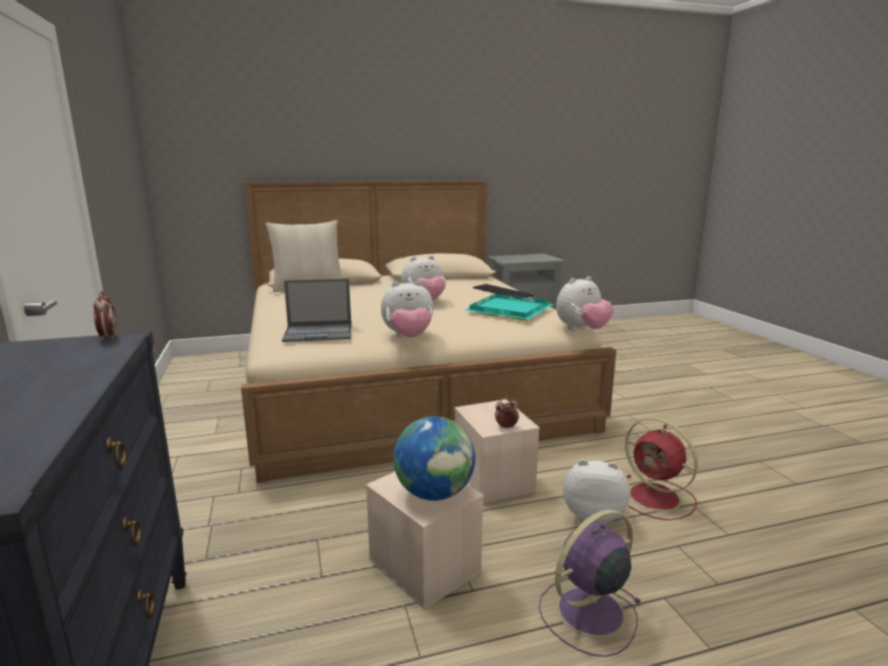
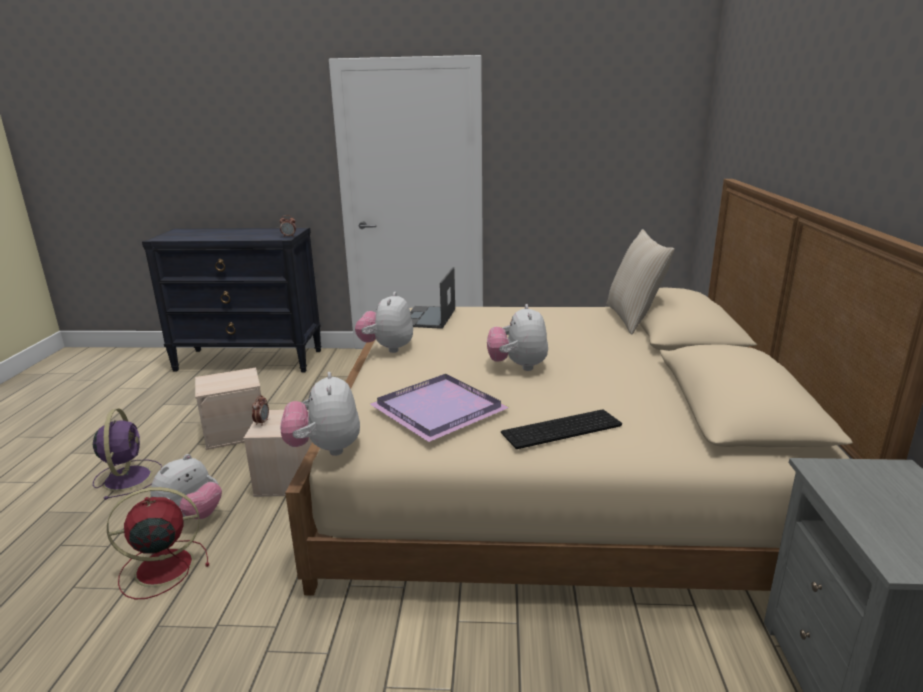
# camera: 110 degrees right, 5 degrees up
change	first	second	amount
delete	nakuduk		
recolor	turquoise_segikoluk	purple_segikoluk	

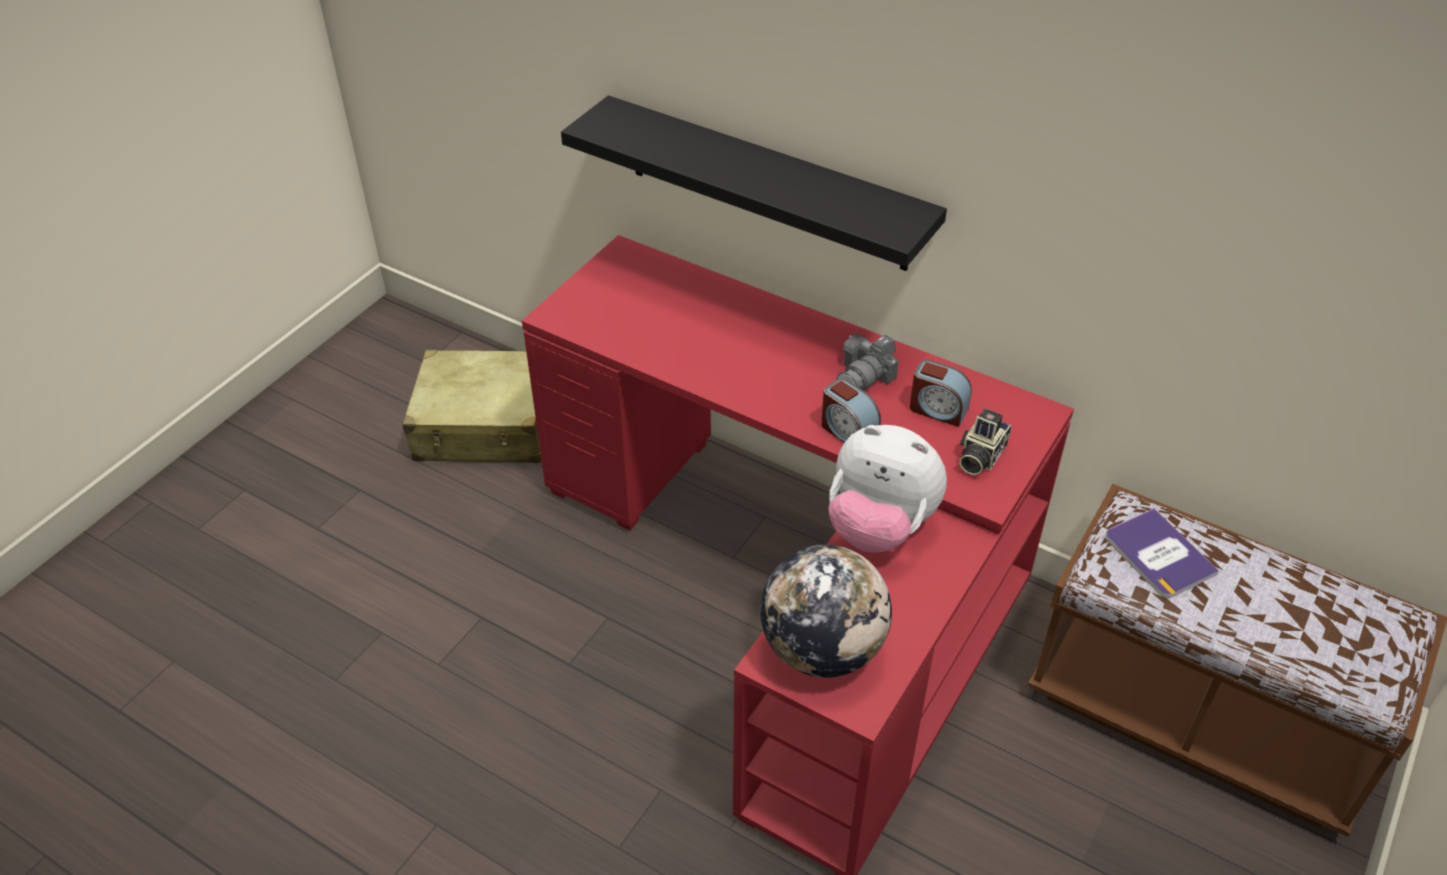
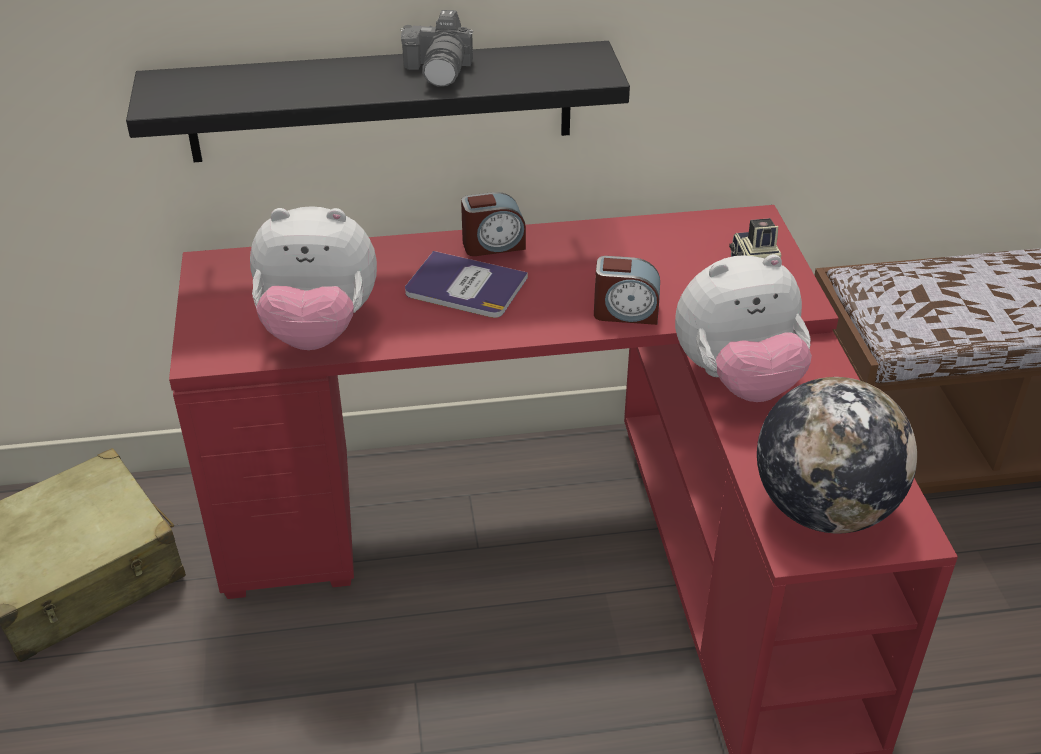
# camera: 40 degrees left, 5 degrees down
change	first	second	amount
move	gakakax (1st from left)		
move	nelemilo (2nd from left in the first image)	nelemilo (1st from left)	
move	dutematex		
insert		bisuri (1st from left)	

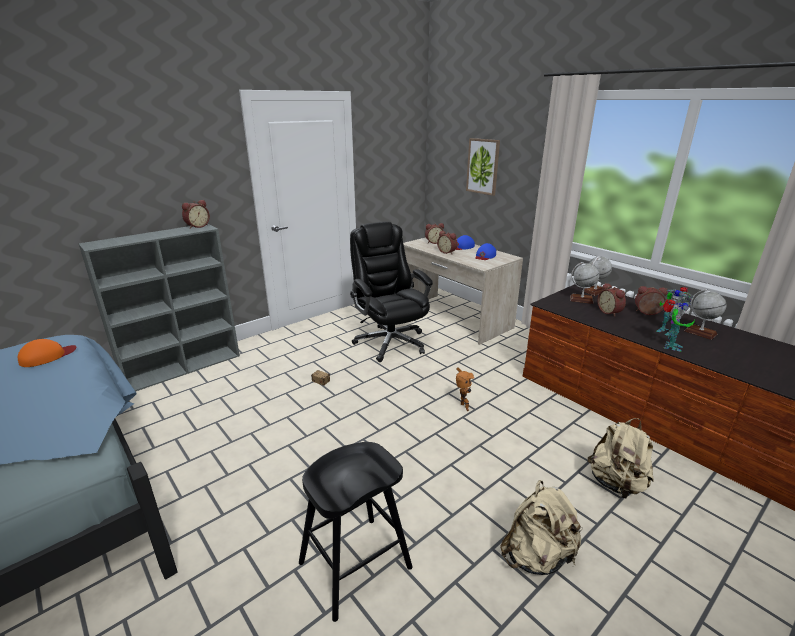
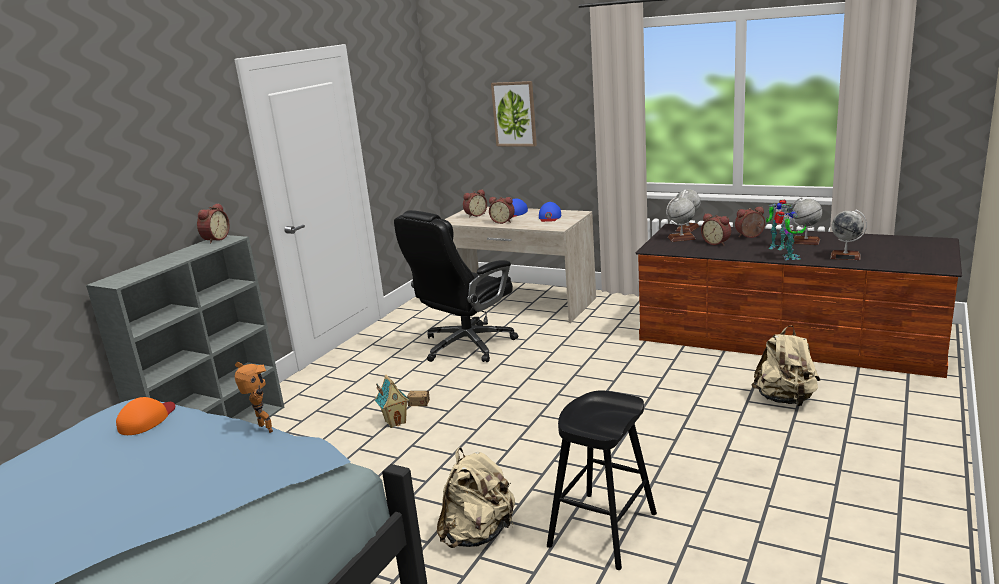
# camera: 20 degrees left, 5 degrees down
change	first	second	amount
rotate	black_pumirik		90 degrees counterclockwise
move	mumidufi (1st from left)		
move	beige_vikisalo (1st from left)		
insert		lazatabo	
insert		nakuduk (4th from left)	

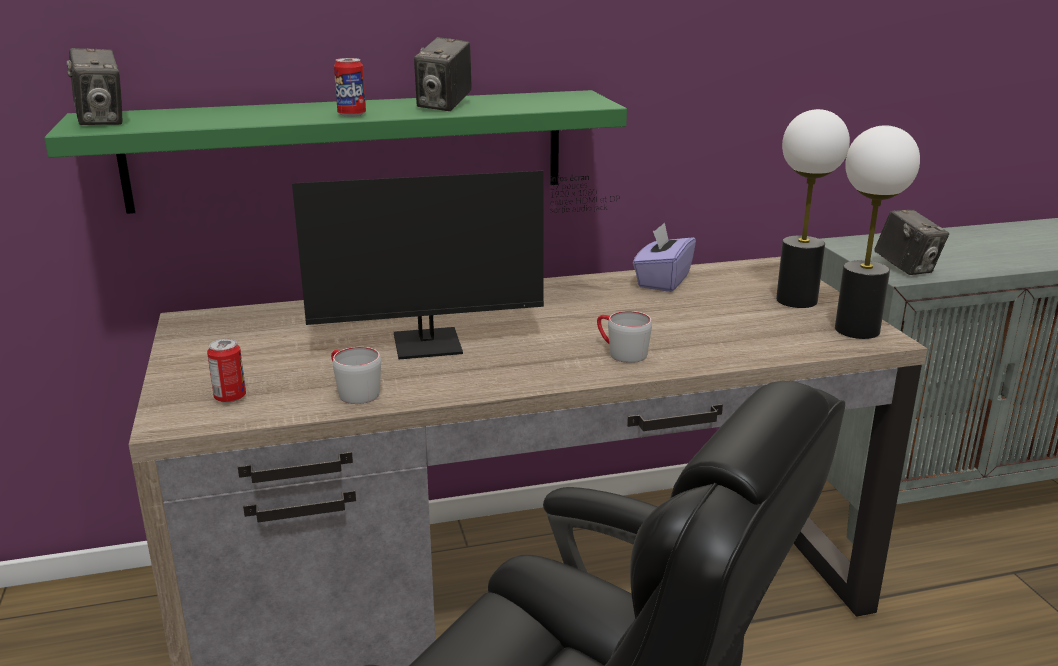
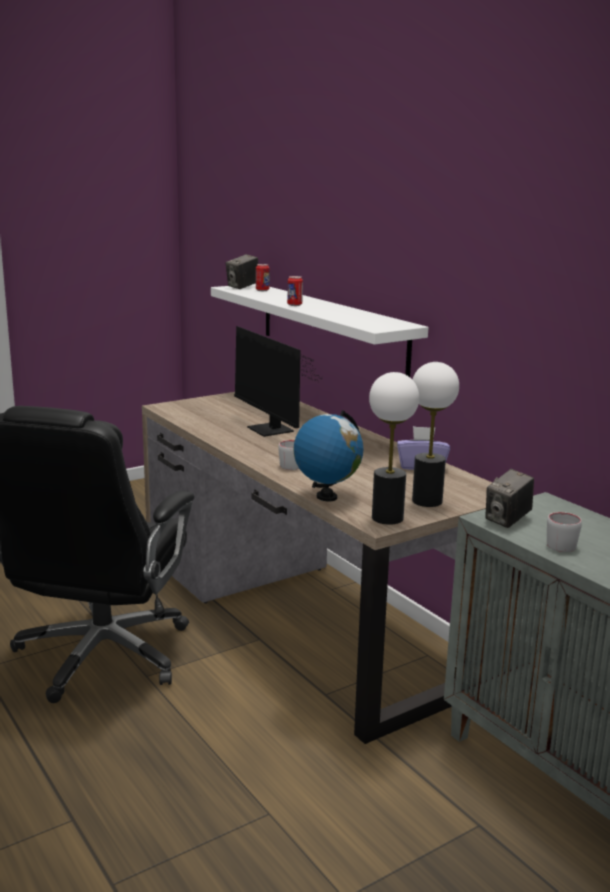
# camera: 70 degrees right, 5 degrees down
change	first	second	amount
recolor	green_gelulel	white_gelulel	
move	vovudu (1st from left)		
move	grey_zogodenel (1st from left in the first image)	grey_zogodenel (2nd from left)	
delete	gakakax (2nd from left)		
insert		nakuduk	

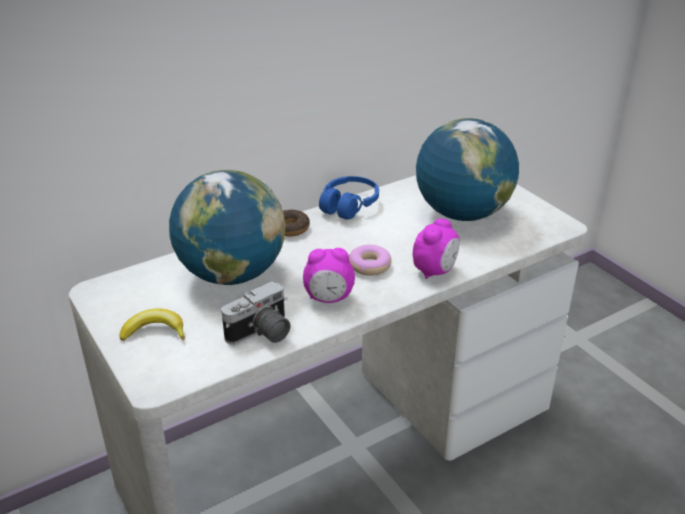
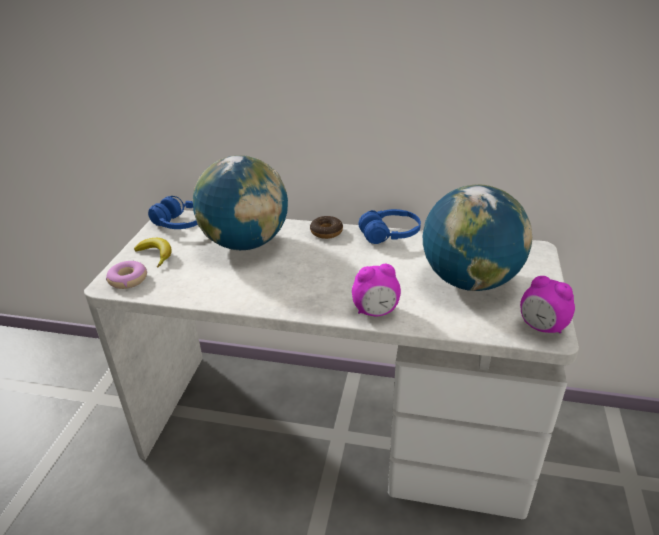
# camera: 45 degrees right, 0 degrees up
change	first	second	amount
delete	gakakax		
move	nelemilo (1st from left in the first image)	nelemilo (2nd from left)	
move	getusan (2nd from left in the first image)	getusan (1st from left)	
insert		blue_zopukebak (1st from left)	

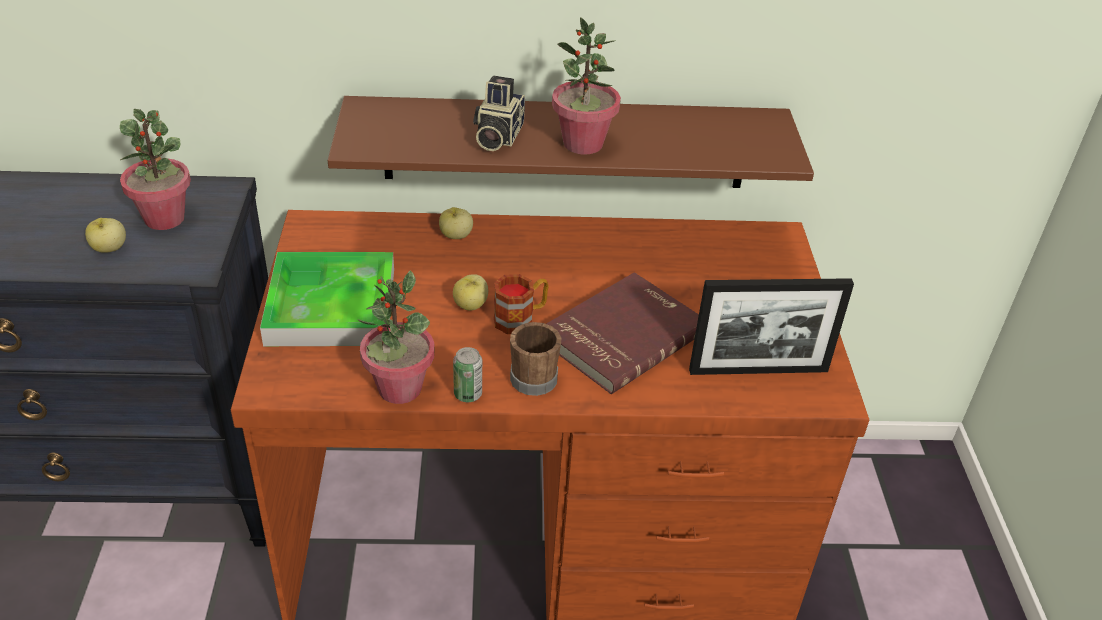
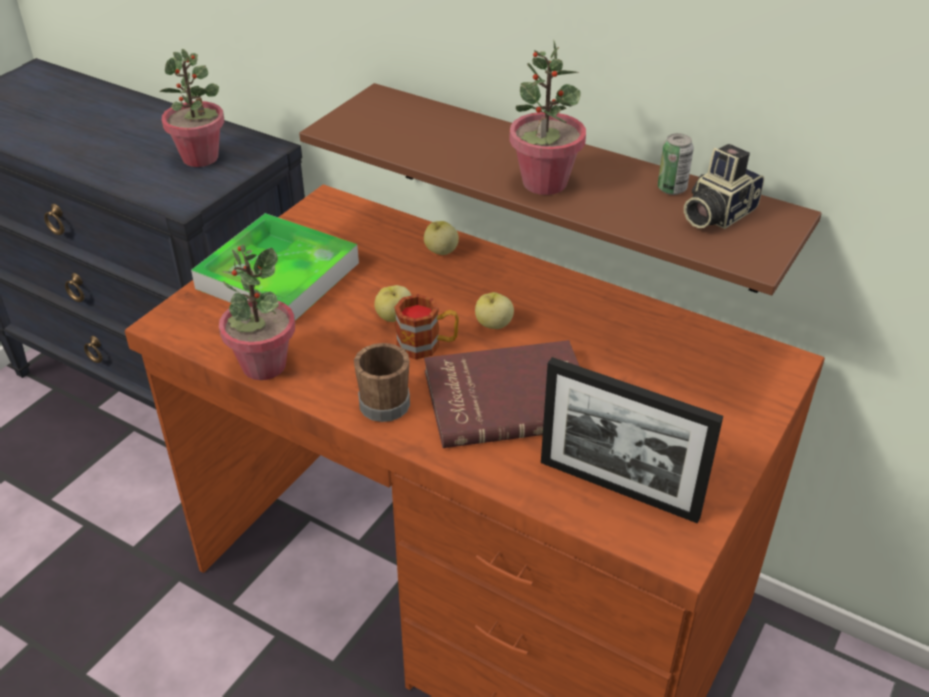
# camera: 35 degrees right, 0 degrees up
change	first	second	amount
move	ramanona (1st from left in the first image)	ramanona (3rd from left)	
move	vovudu		
move	gakakax		

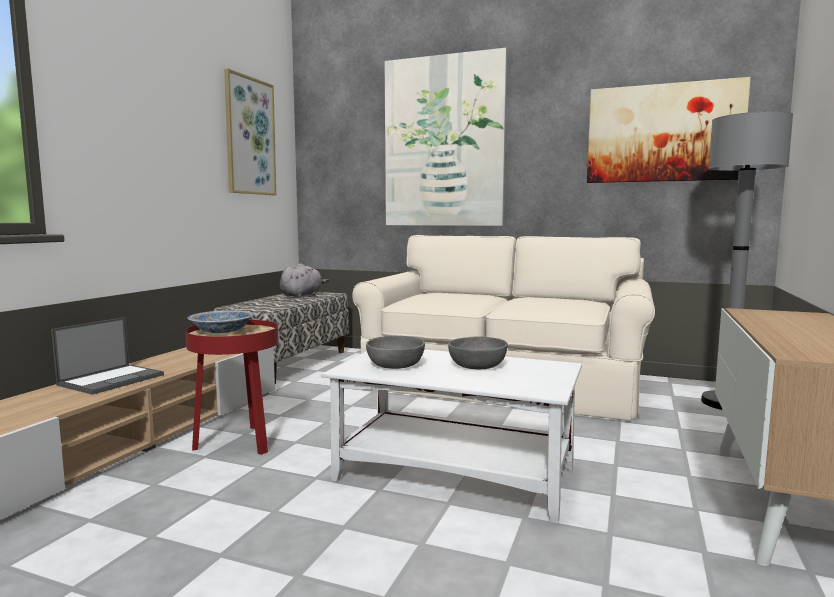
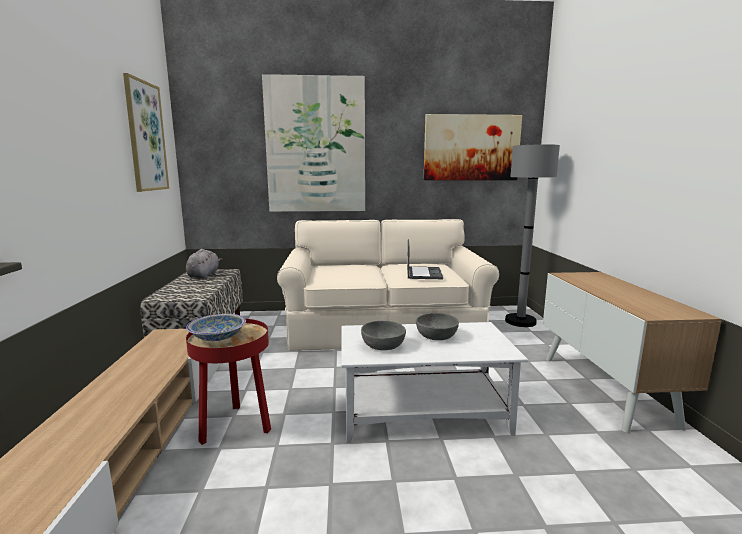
# camera: 25 degrees left, 5 degrees up
change	first	second	amount
move	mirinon		

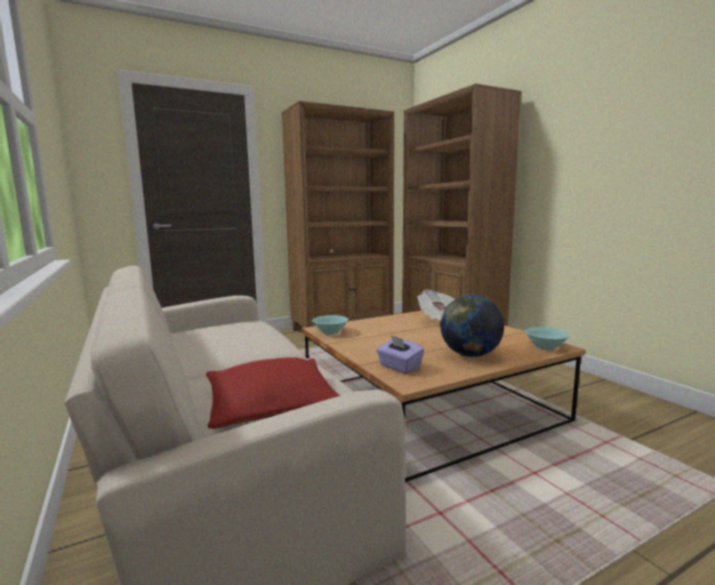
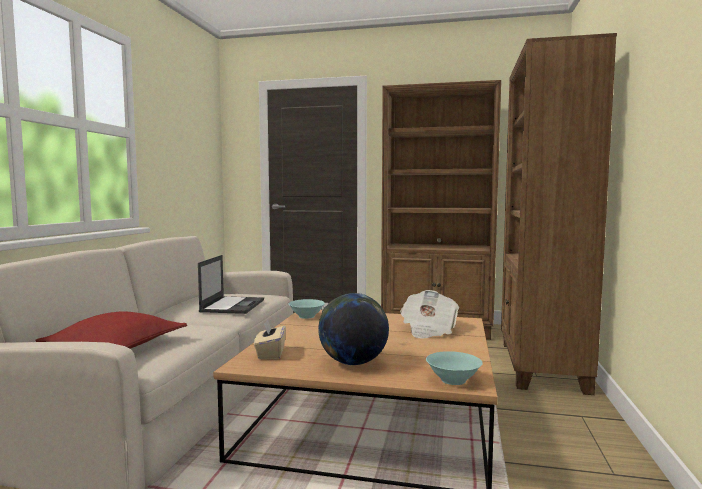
# camera: 40 degrees right, 5 degrees down
change	first	second	amount
recolor	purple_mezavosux	beige_mezavosux	
insert		mirinon	

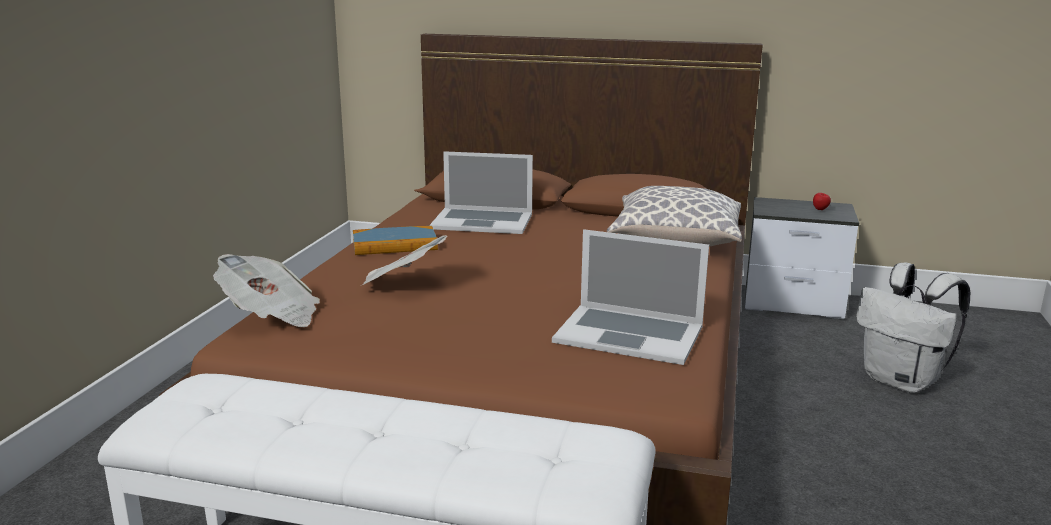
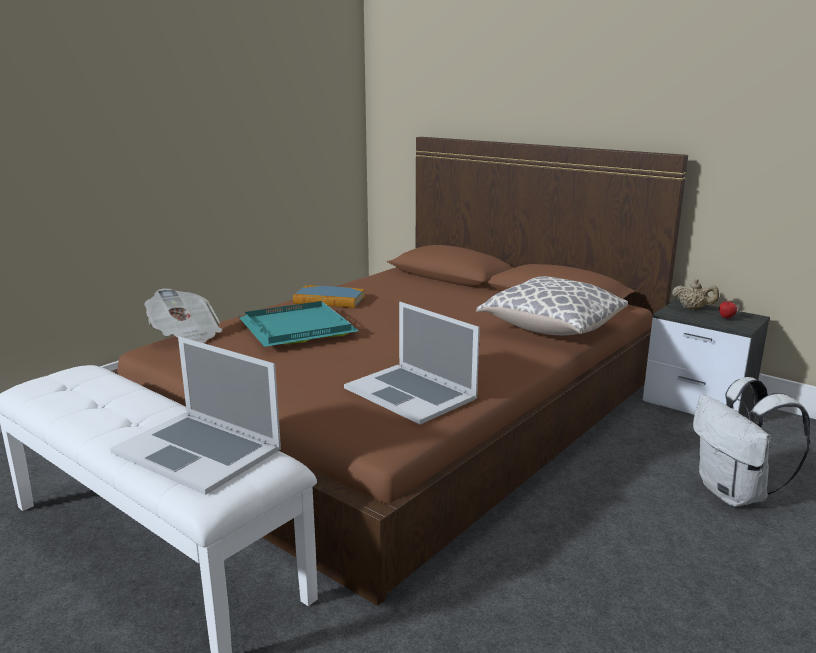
# camera: 25 degrees right, 0 degrees up
change	first	second	amount
replace	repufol (2nd from left)	turquoise_segikoluk	
move	mirinon (1st from left)		
insert		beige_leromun	

